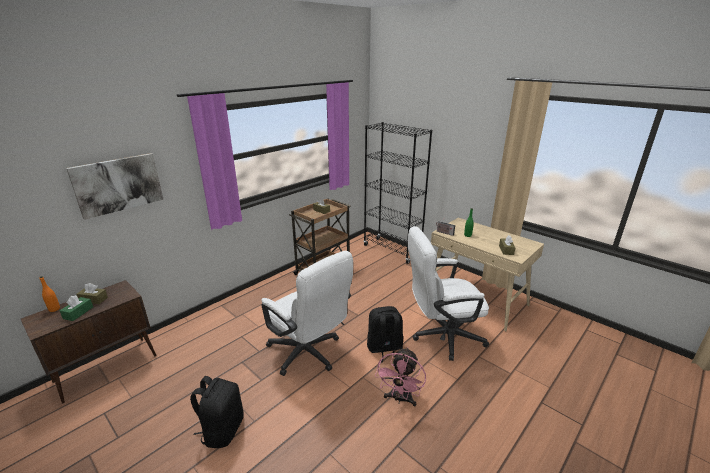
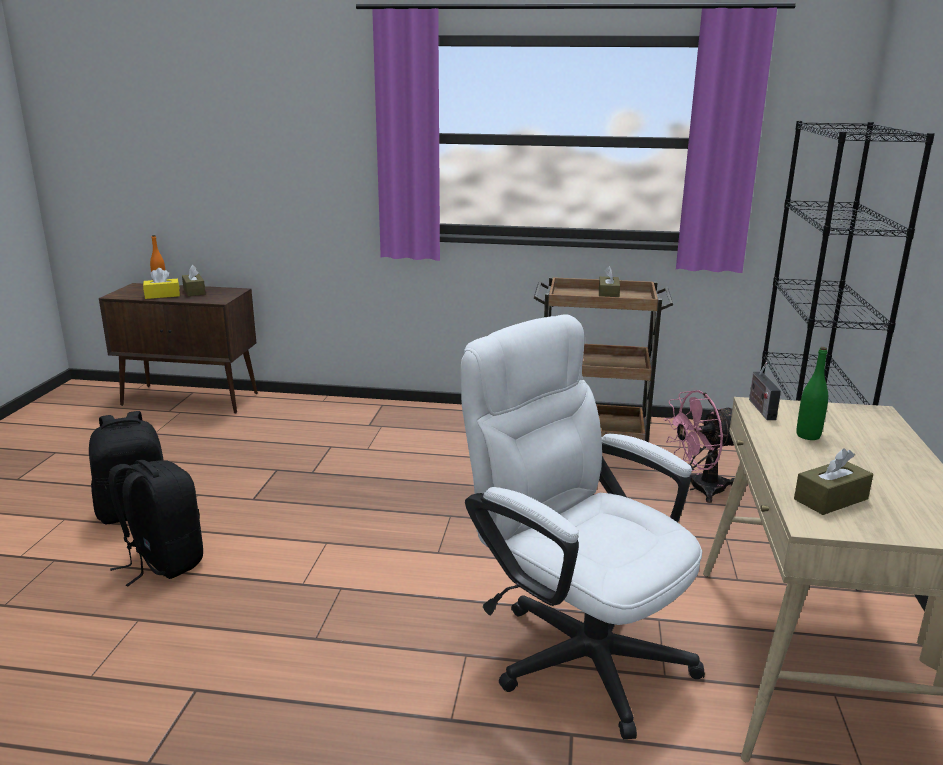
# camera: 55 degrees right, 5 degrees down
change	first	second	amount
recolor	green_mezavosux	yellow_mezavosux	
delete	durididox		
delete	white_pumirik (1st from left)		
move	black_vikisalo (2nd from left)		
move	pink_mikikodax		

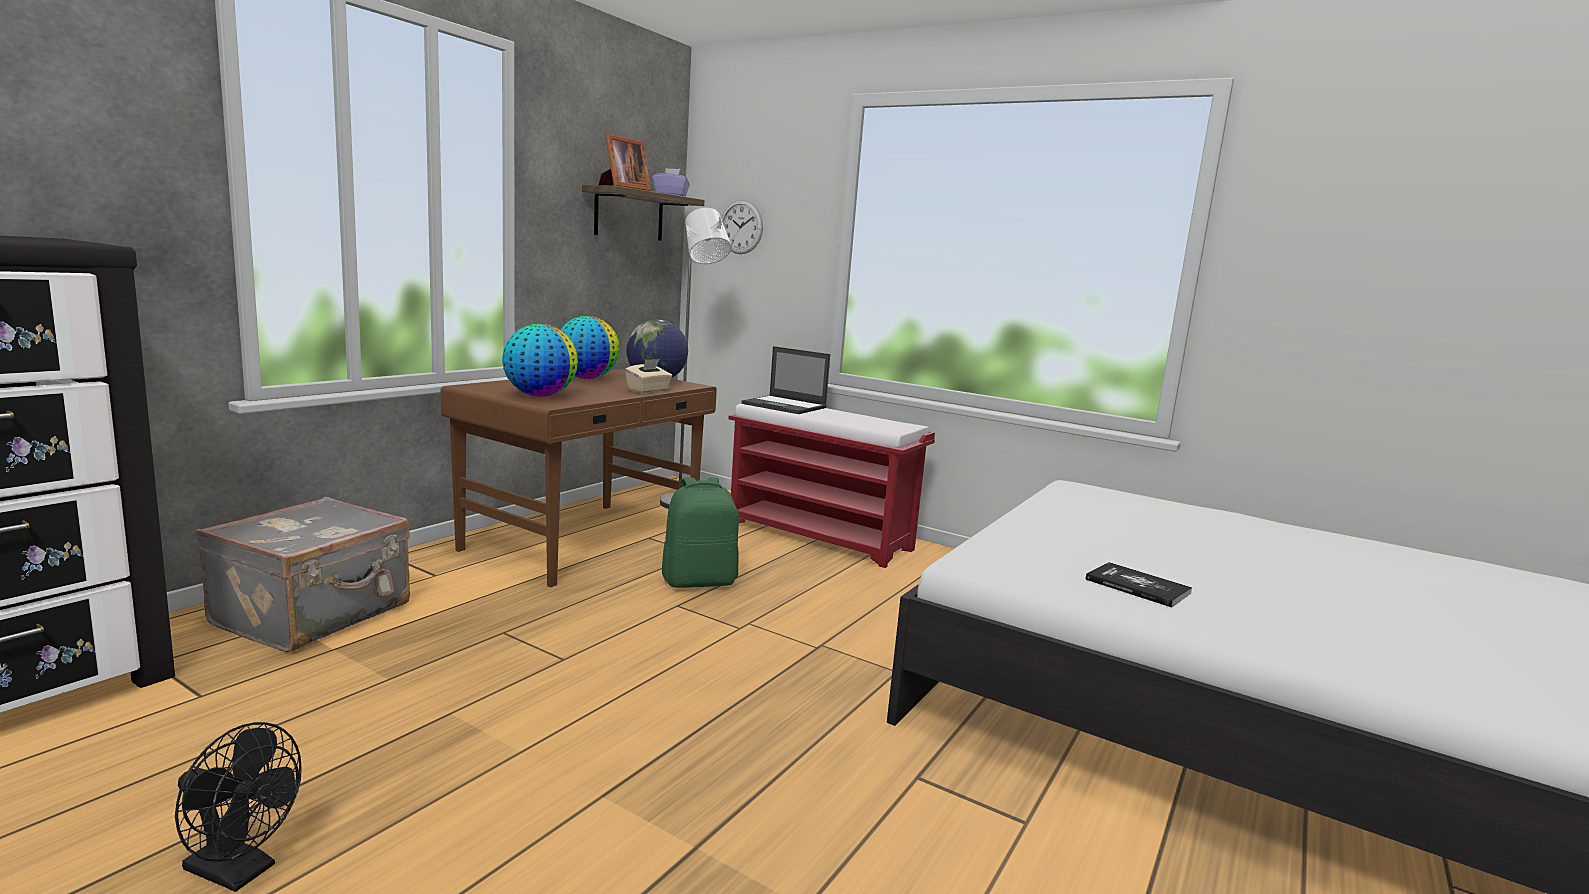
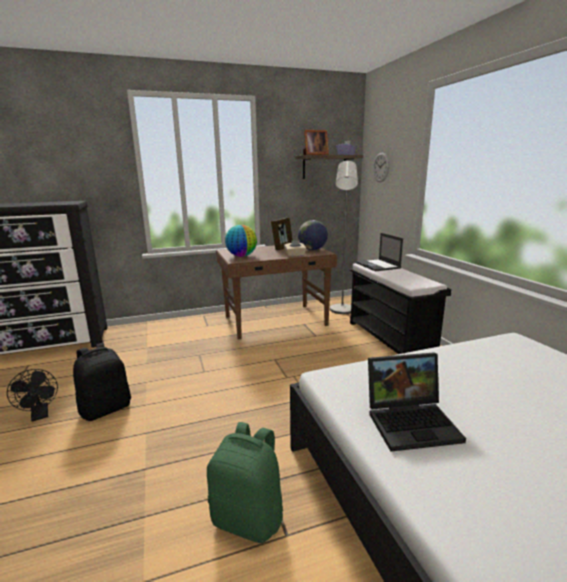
# camera: 40 degrees right, 5 degrees up
change	first	second	amount
delete	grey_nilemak		
replace	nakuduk (2nd from left)	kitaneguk (1st from left)	
move	green_vikisalo		
recolor	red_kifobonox	black_kifobonox	
replace	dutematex	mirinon (2nd from left)	
insert		black_vikisalo	

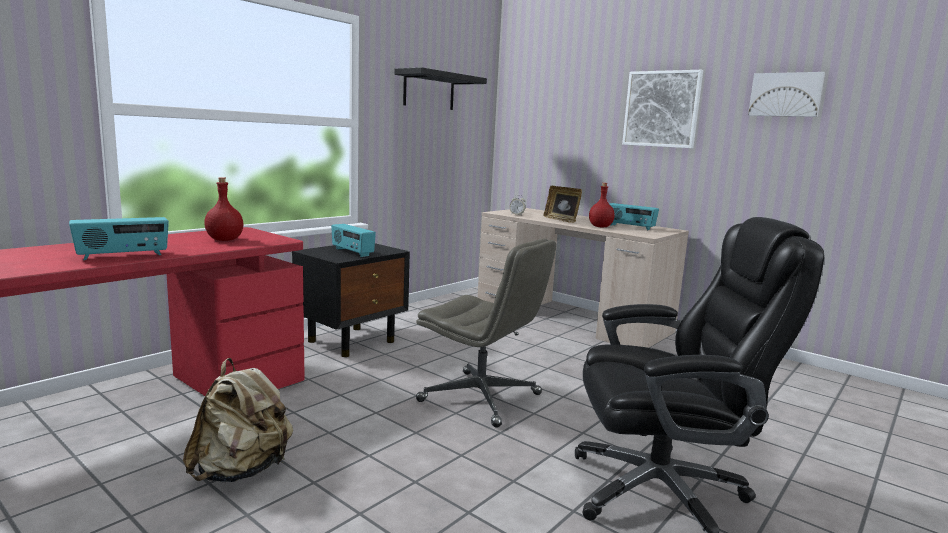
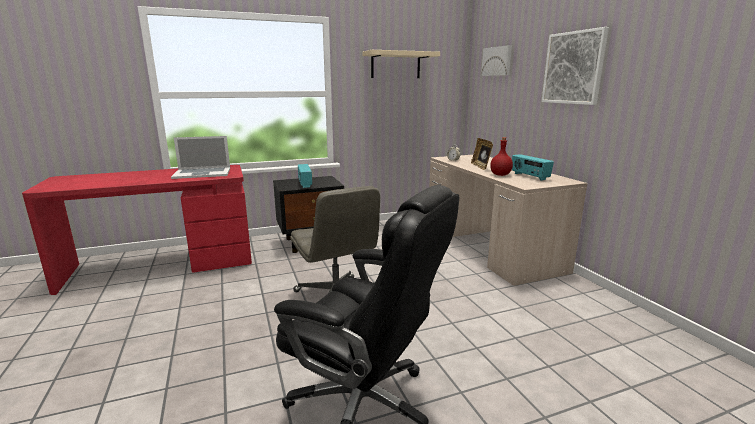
# camera: 30 degrees right, 5 degrees up
change	first	second	amount
delete	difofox (1st from left)		
delete	beige_vikisalo		
replace	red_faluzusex (1st from left)	mirinon	
recolor	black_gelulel	beige_gelulel	
move	durididox (2nd from left in the first image)	durididox (1st from left)	

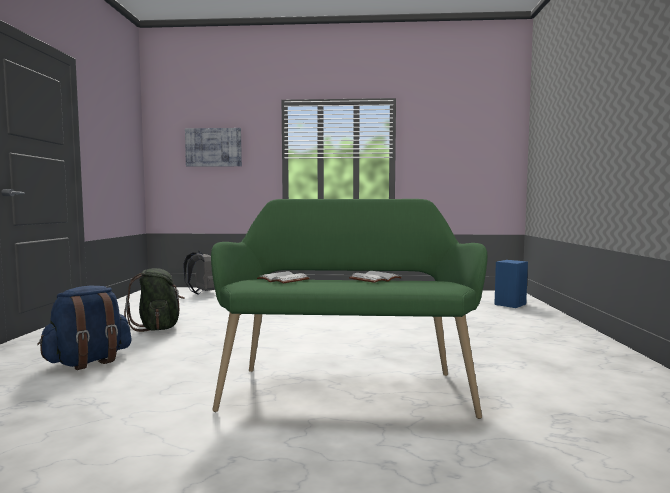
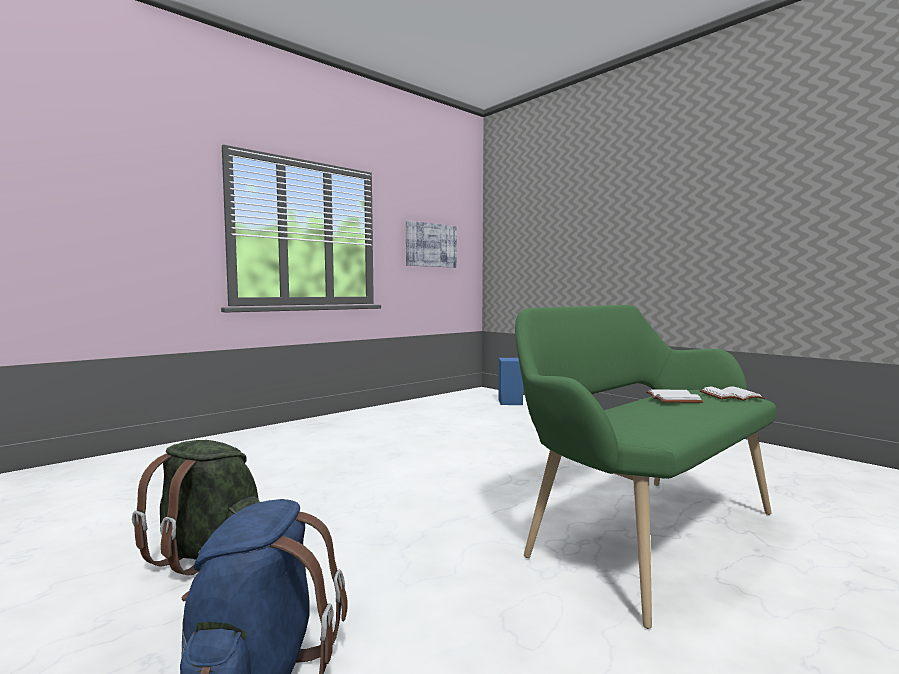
# camera: 45 degrees left, 0 degrees up
change	first	second	amount
delete	grey_vikisalo		
move	durididox		
move	white_dutematex (1st from left in the first image)	white_dutematex (2nd from left)	

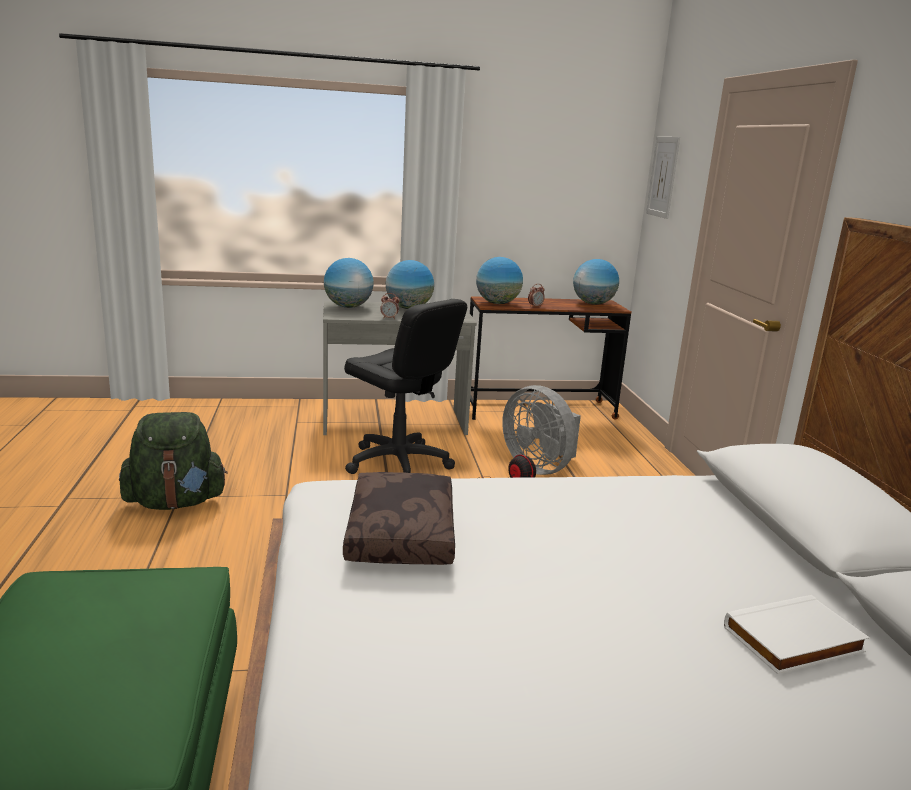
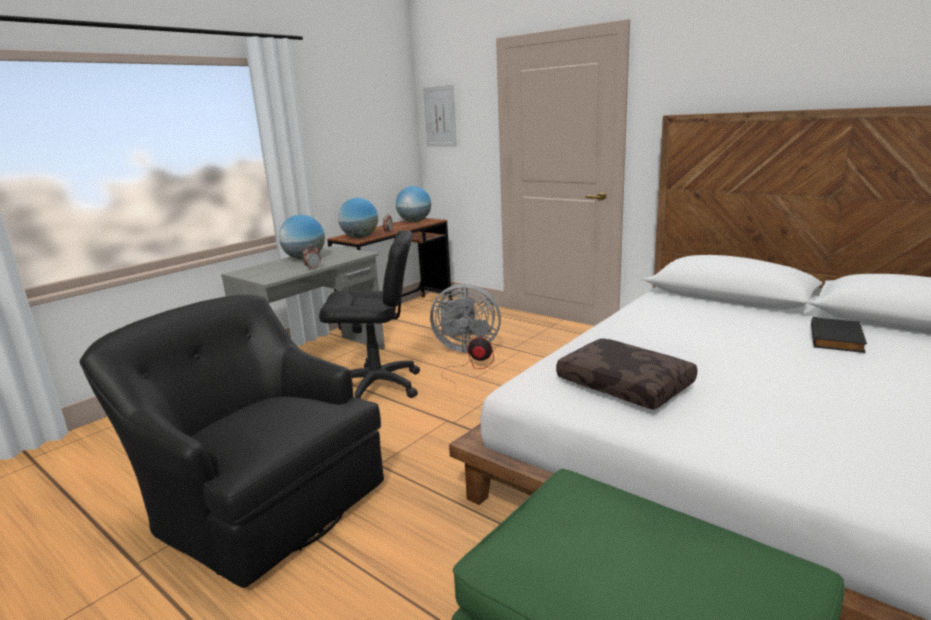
# camera: 40 degrees left, 0 degrees up
change	first	second	amount
replace	green_vikisalo	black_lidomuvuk	
delete	nakuduk (1st from left)		
recolor	white_dutematex	black_dutematex	

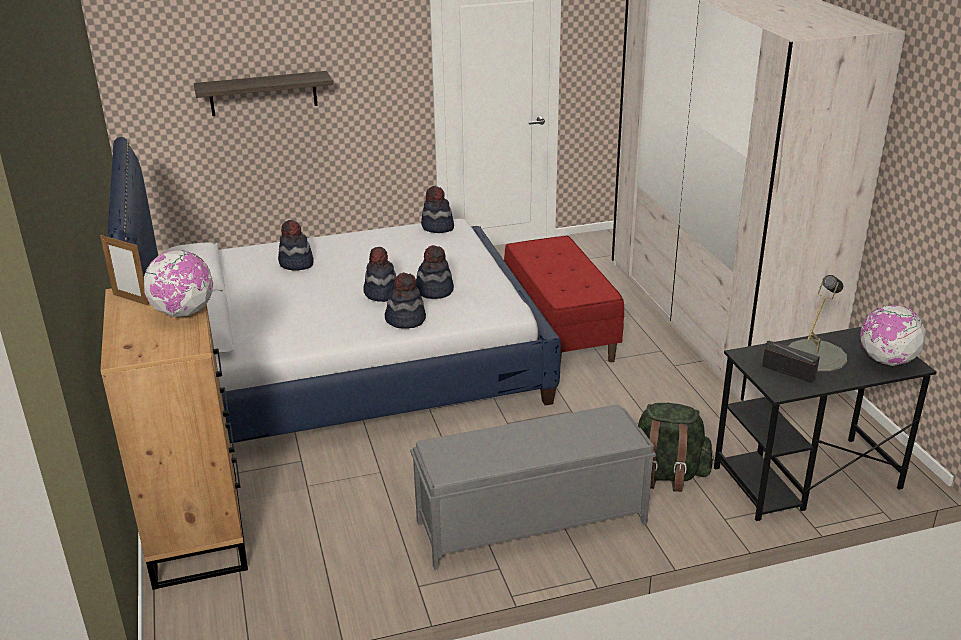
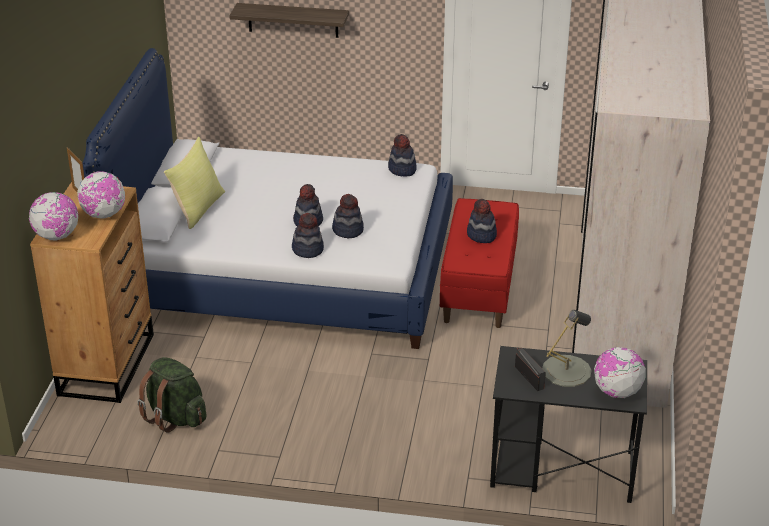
# camera: 25 degrees right, 5 degrees up
change	first	second	amount
move	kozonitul (1st from left in the first image)	kozonitul (5th from left)	
delete	grey_kifobonox		
move	green_vikisalo		
insert		nakuduk (1st from left)	
insert		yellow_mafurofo	

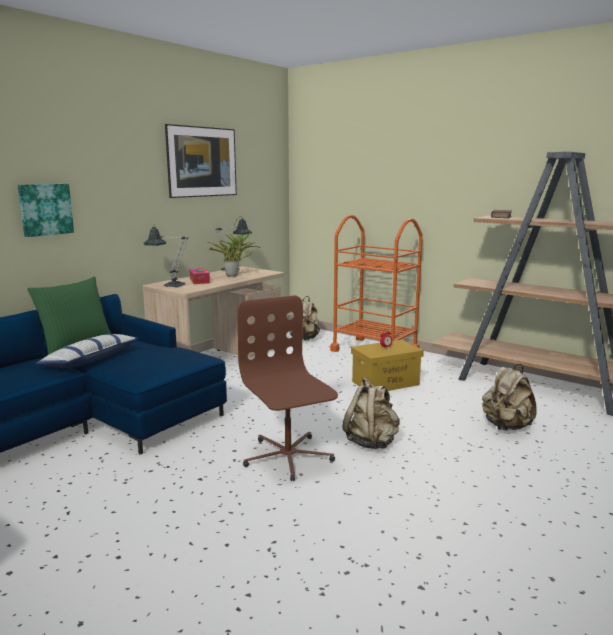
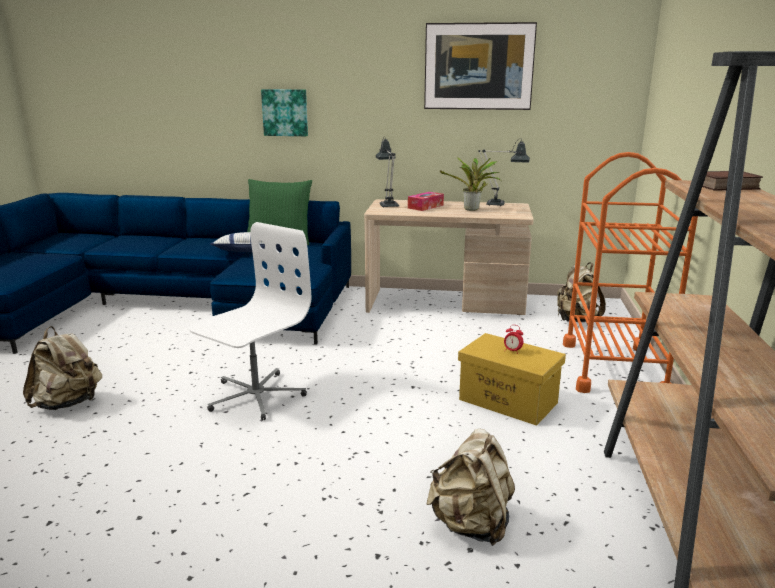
# camera: 60 degrees right, 5 degrees up
change	first	second	amount
recolor	brown_pumirik	white_pumirik	
move	beige_vikisalo (2nd from left in the first image)	beige_vikisalo (1st from left)	

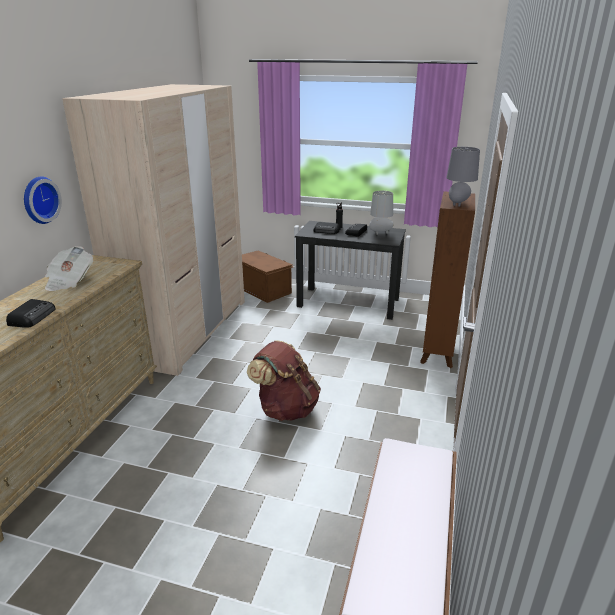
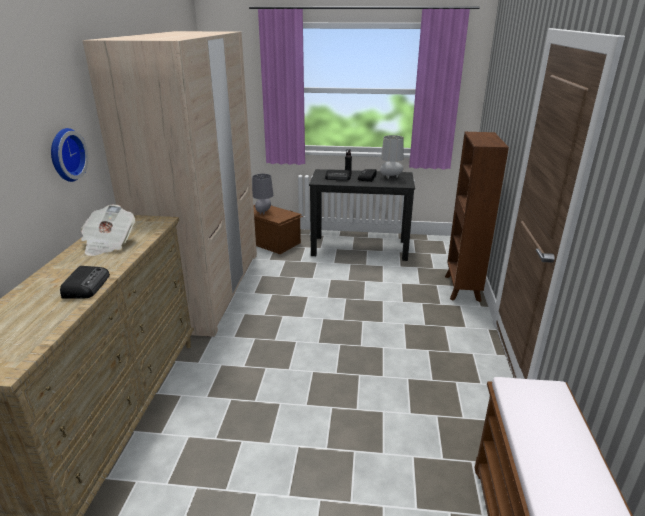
# camera: 10 degrees left, 0 degrees up
change	first	second	amount
delete	brown_vikisalo		
move	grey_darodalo (2nd from left in the first image)	grey_darodalo (1st from left)	

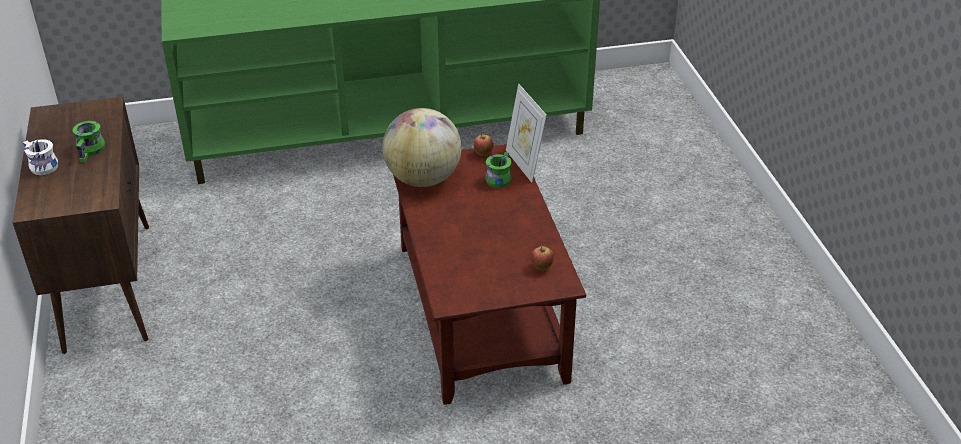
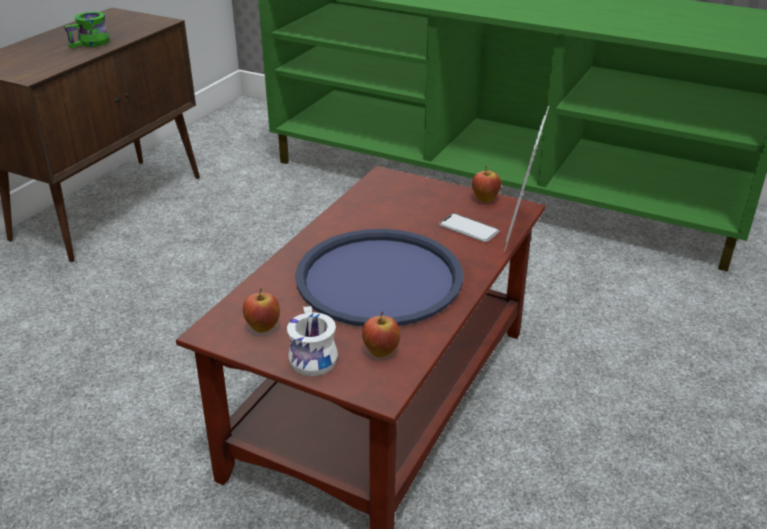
# camera: 40 degrees right, 5 degrees down
change	first	second	amount
move	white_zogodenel		
delete	nakuduk		
replace	green_zogodenel (2nd from left)	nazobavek	
insert		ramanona (1st from left)	
insert		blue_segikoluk	

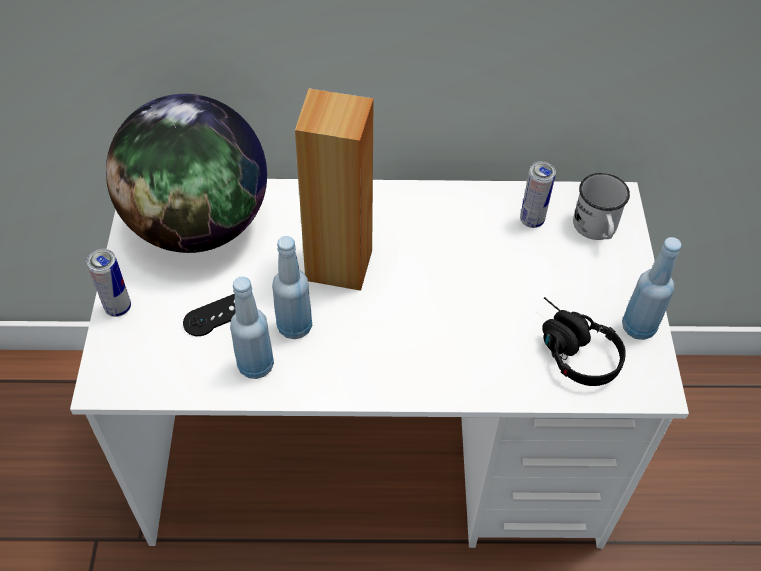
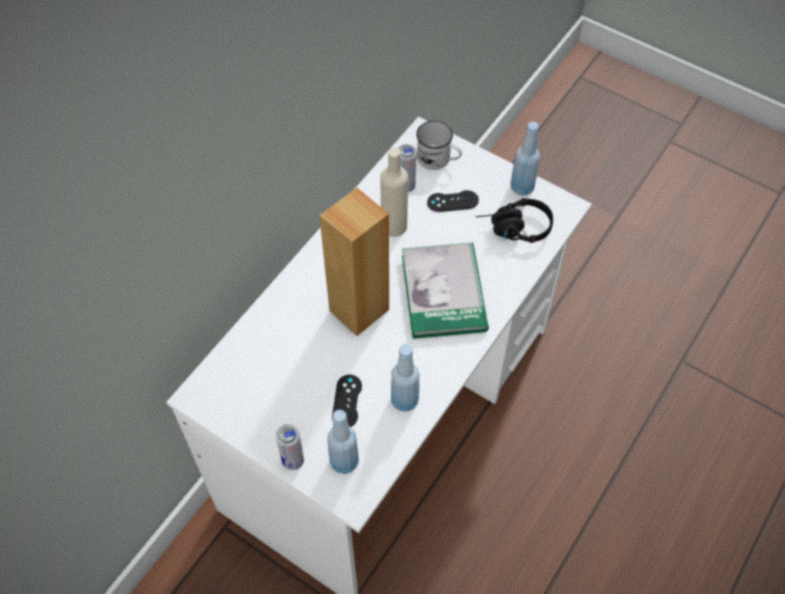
# camera: 55 degrees left, 5 degrees up
change	first	second	amount
delete	nakuduk		
move	blue_faluzusex (2nd from left in the first image)	blue_faluzusex (1st from left)	
insert		beige_faluzusex	
insert		dutematex	
insert		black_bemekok (2nd from left)	

